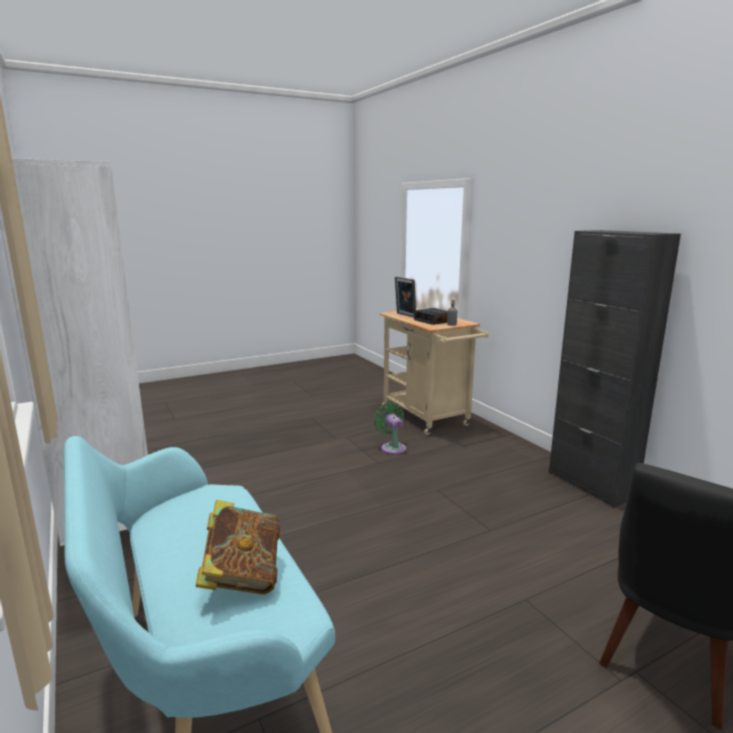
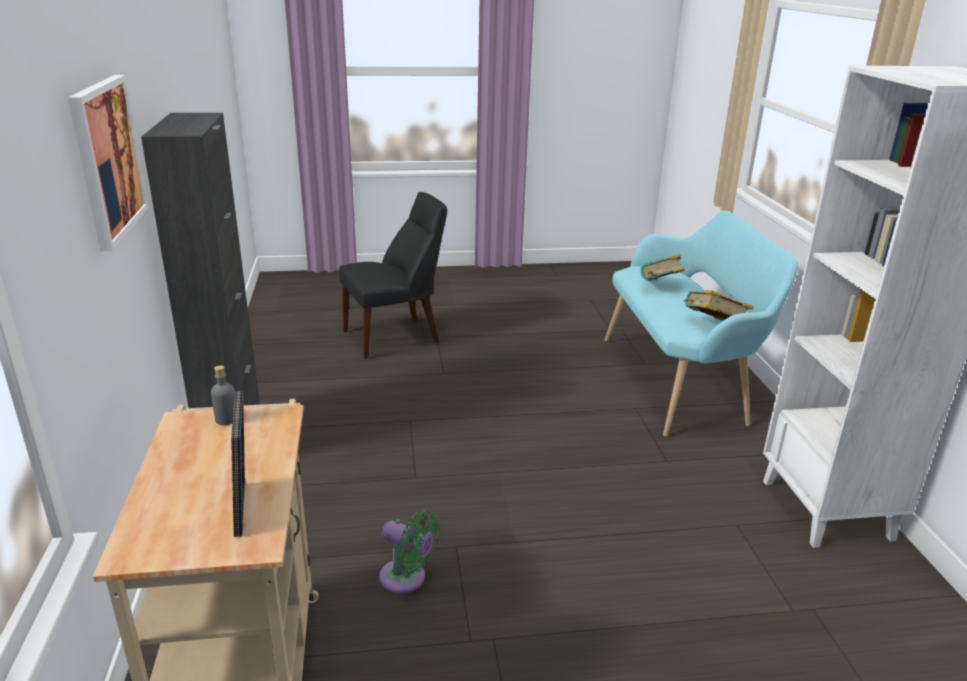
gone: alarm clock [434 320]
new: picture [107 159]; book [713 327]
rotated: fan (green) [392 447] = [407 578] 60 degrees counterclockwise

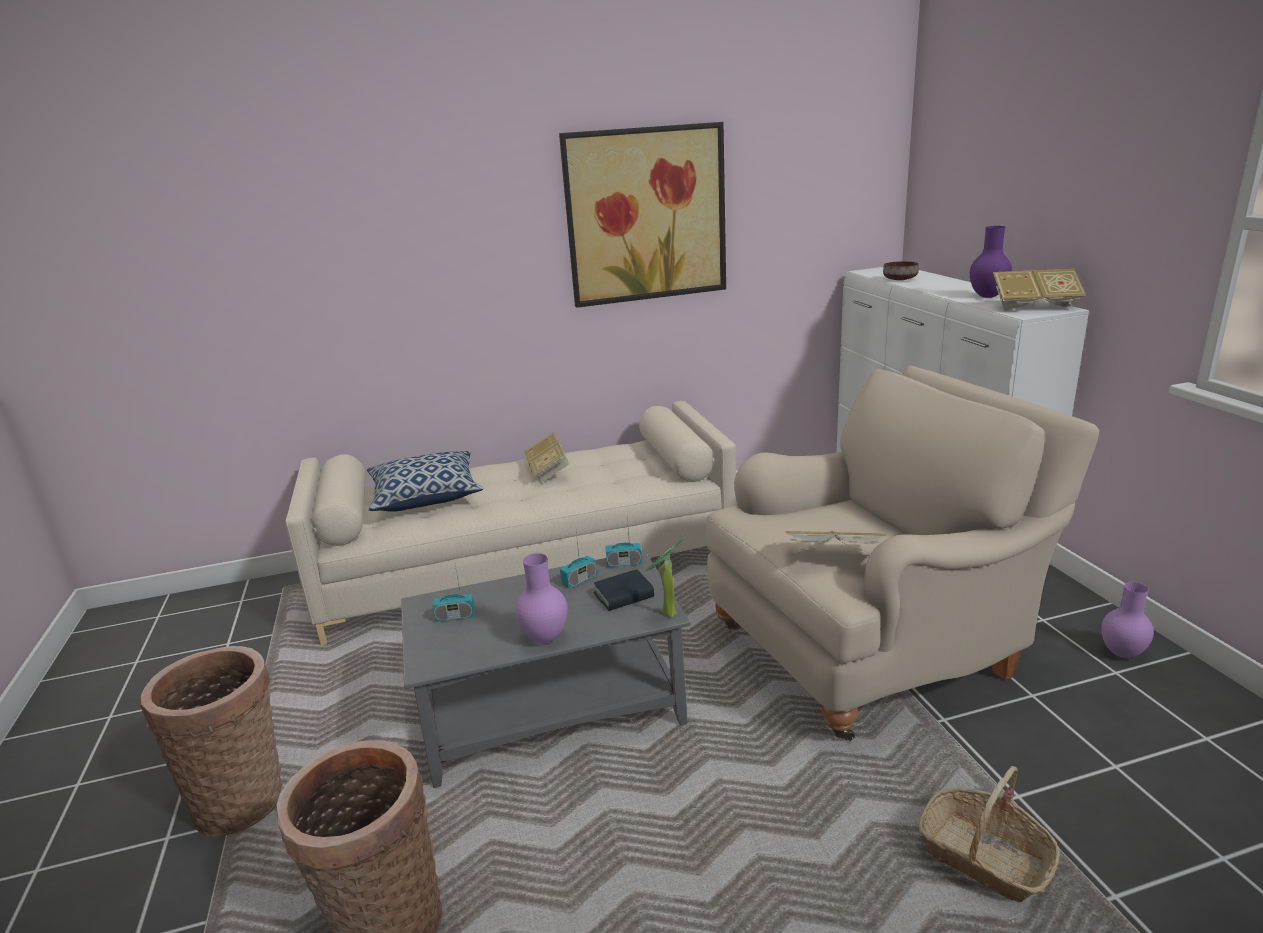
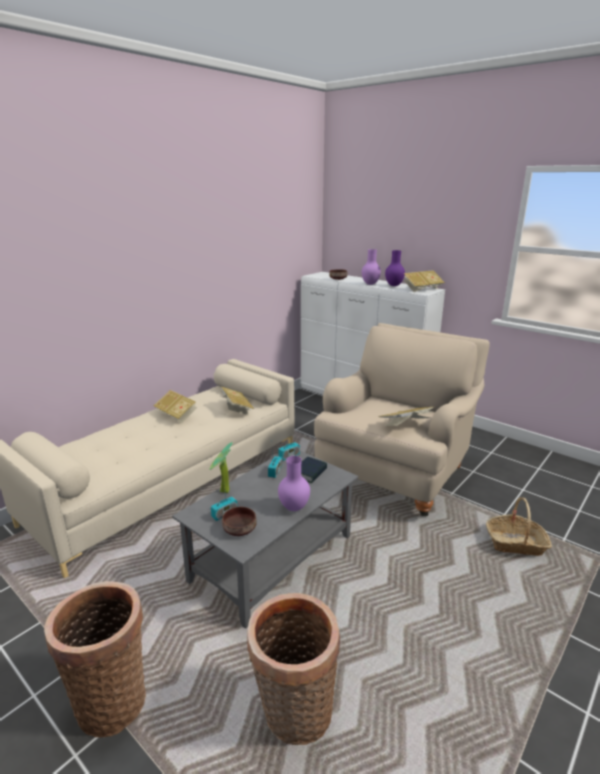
gone: pillow [426 496]; picture [646 215]
new: book [236 409]; bowl (brown) [240 529]
shifted: potted plant [665 615] to [223 492]; vase (purple) [1122 653] to [370 284]

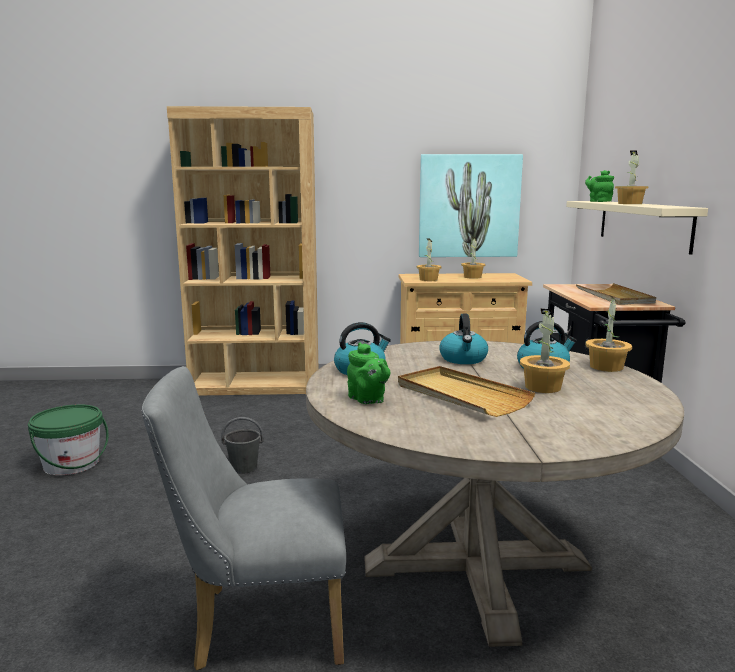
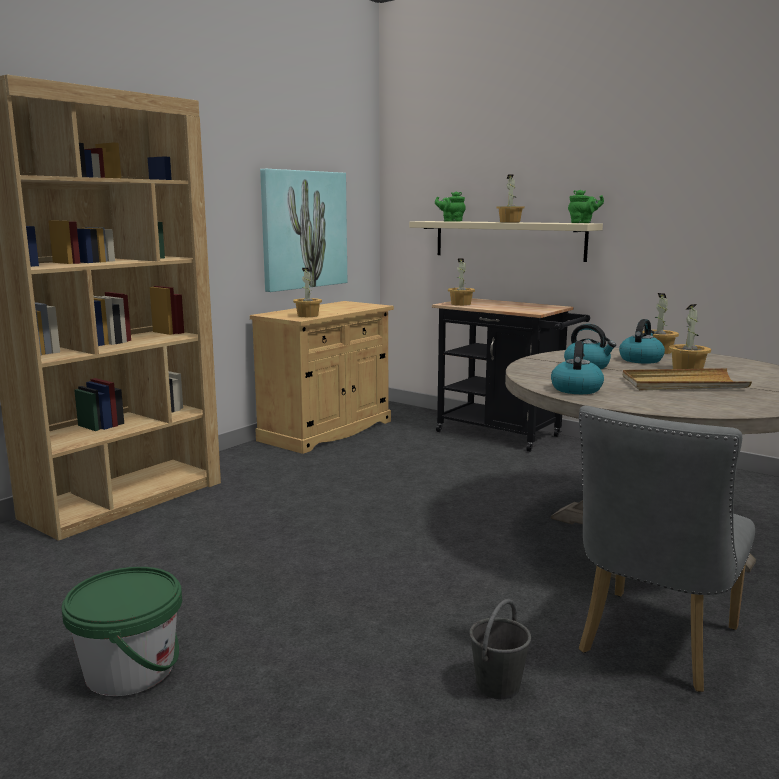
gone: tray (beige) [614 297]
shifted: bucket (grey) [243 468] to [497 686]; teapot (green) [368 400] to [583 223]; potted plant [472 277] to [460 304]

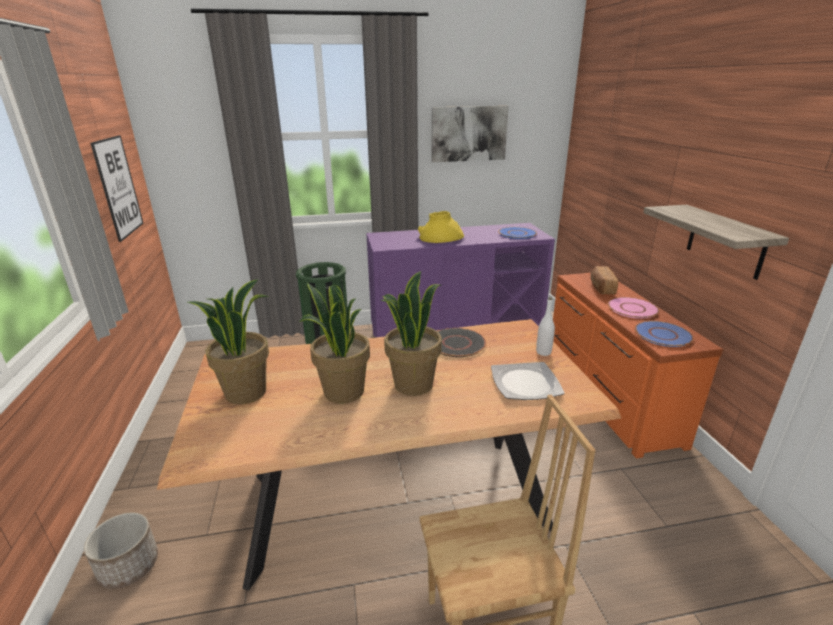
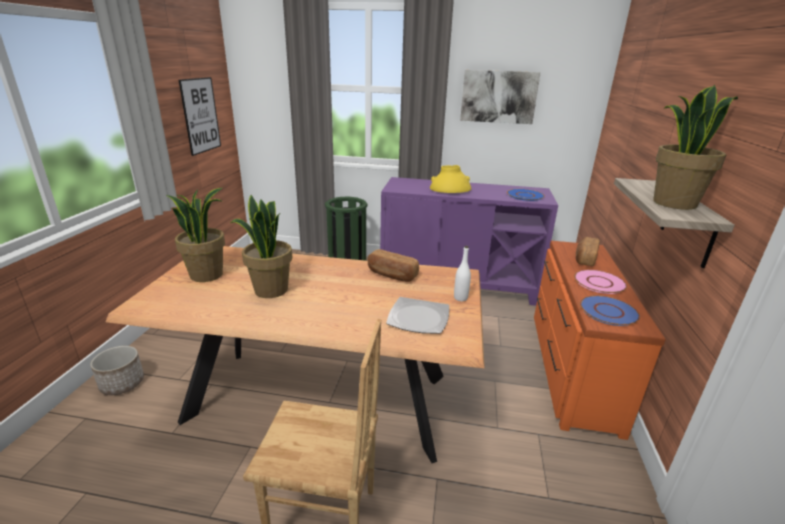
shifted: potted plant [413 384] to [673 203]
swapped: plate (black) [456 343] to bread [391 275]

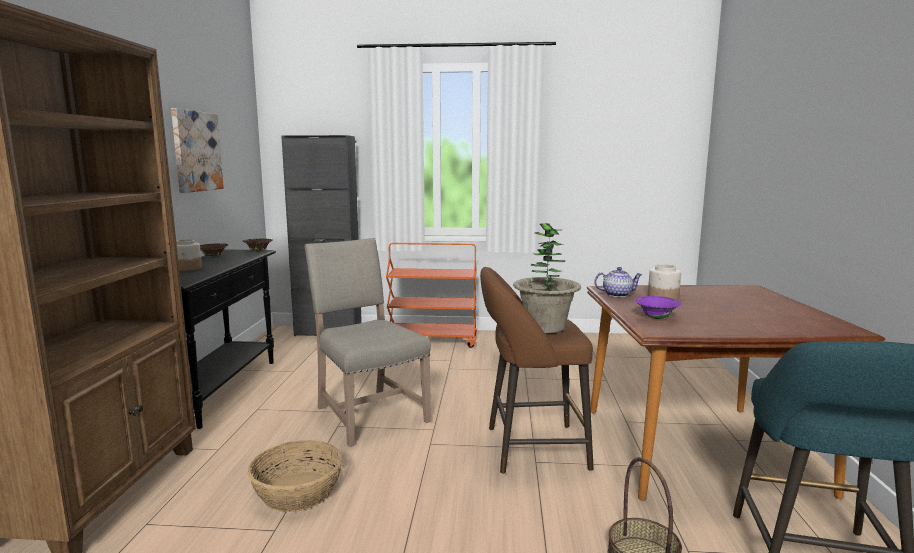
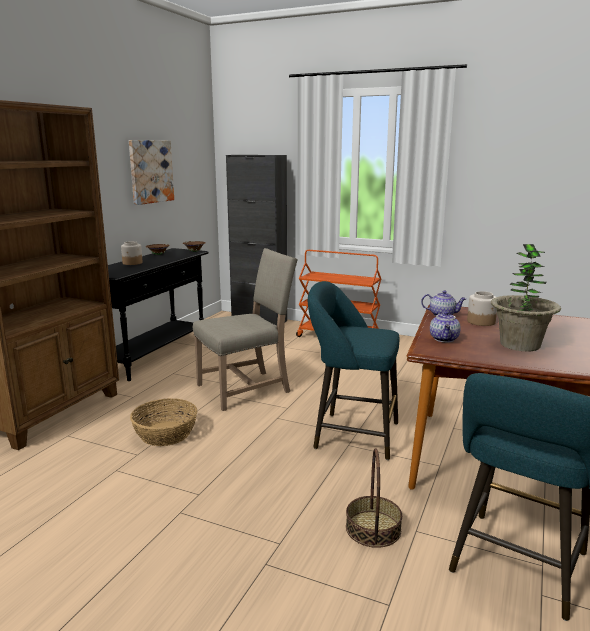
shifted: potted plant [545 327] to [520 345]
swapped: bowl (purple) [656 318] to teapot [444 339]
repainted: stool (brown) [530 449] to stool (turquoise) [351 435]
rotated: chair (beige) [367 414] = [246 388] 75 degrees clockwise

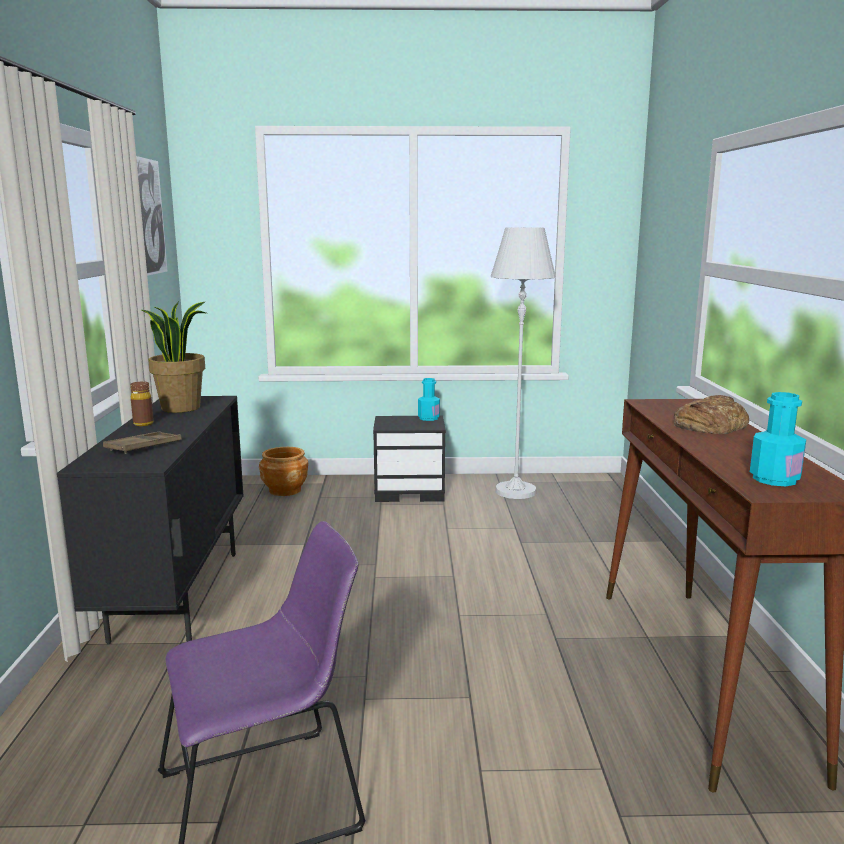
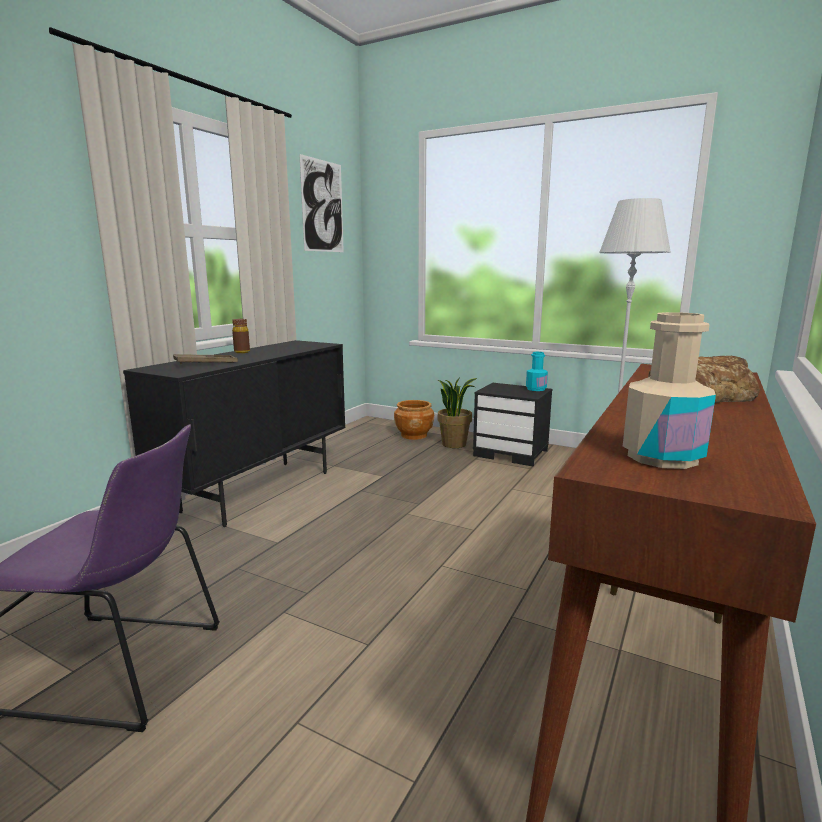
shifted: potted plant [181 408] to [454 444]
repainted: bottle (turquoise) [774 479] to bottle (beige) [662 457]

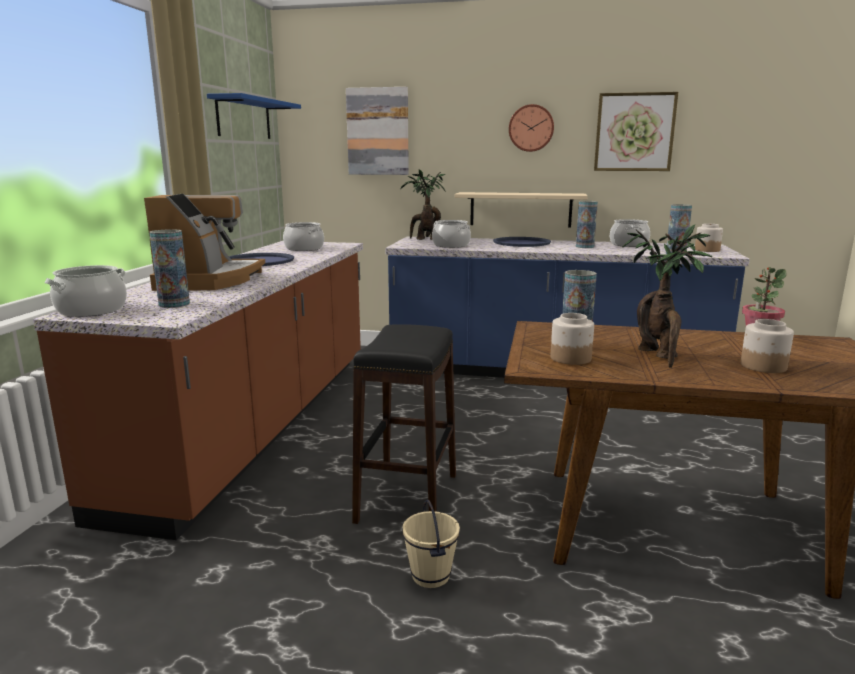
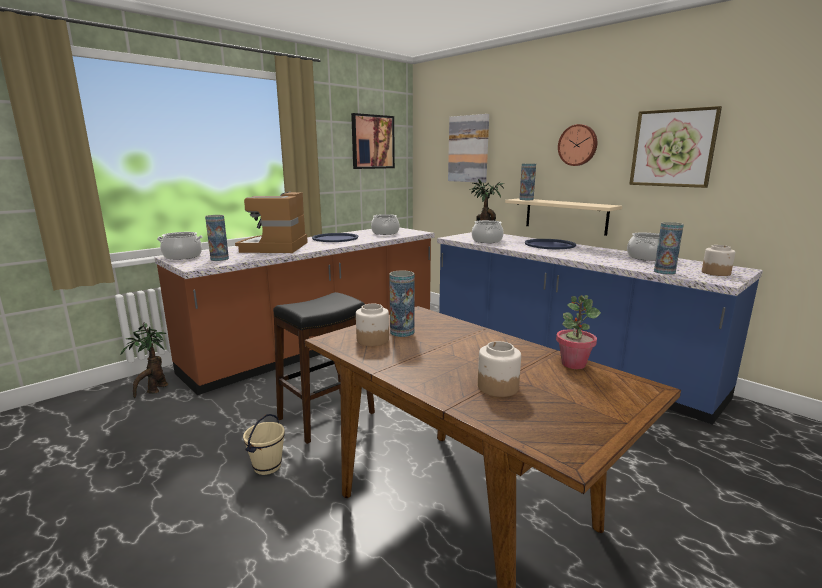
shifted: vase [584 247] to [526 199]; potted plant [658 356] to [154 390]
swapped: shelf (blue) [244 118] to picture [372 142]
rotated: coffee machine [209 280] = [275 247] 150 degrees clockwise

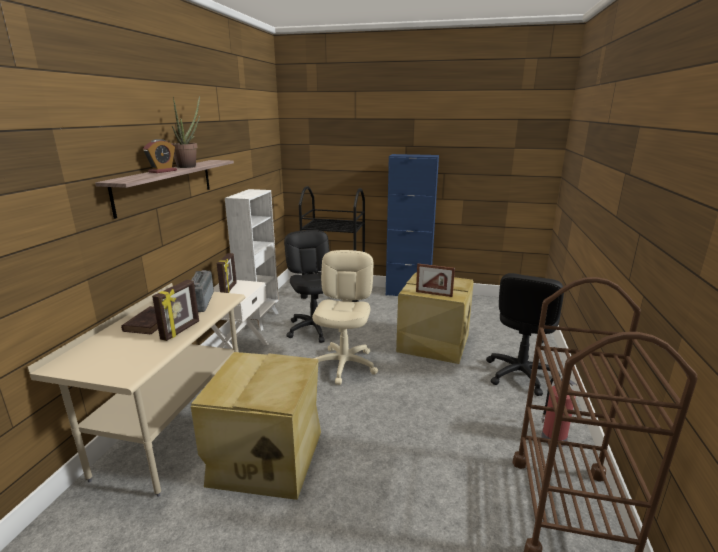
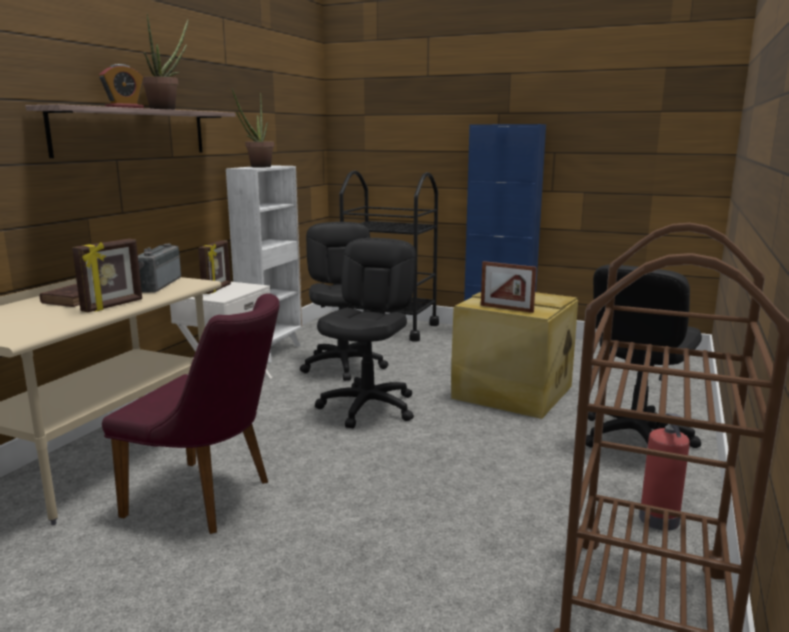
new: potted plant [257 167]
swapped: storage box (beige) [265 458] to chair (purple) [210 499]
repainted: office chair (beige) [344 365] to office chair (black) [368 407]

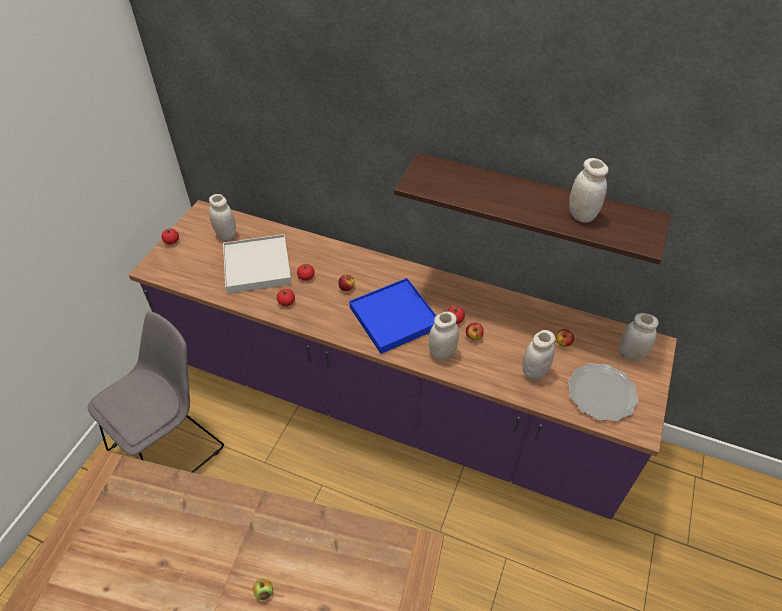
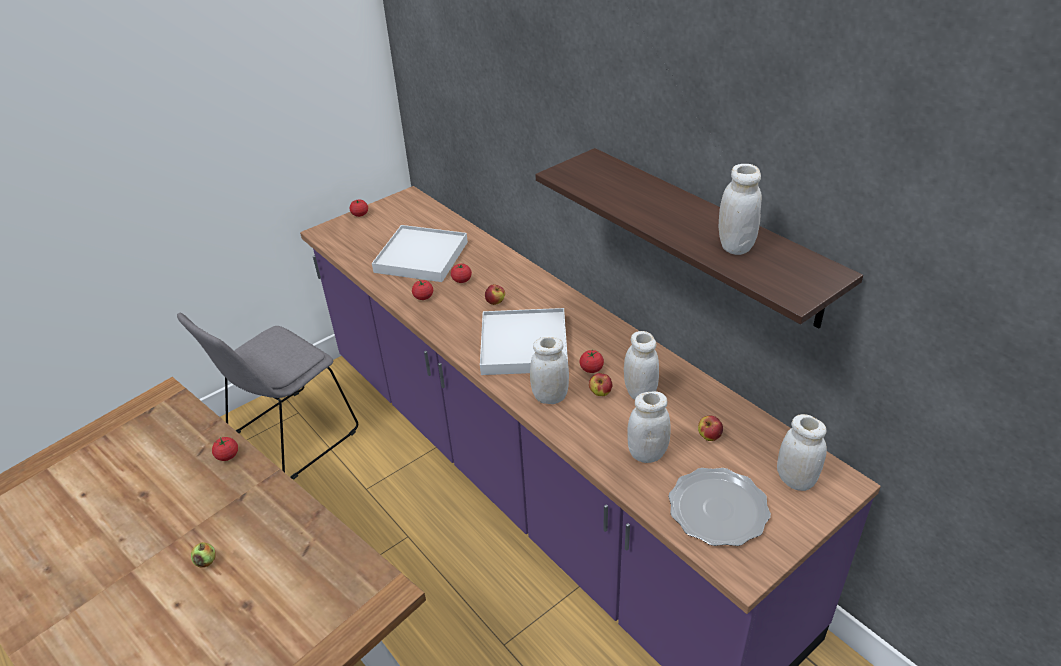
new: tomato [227 456]
shifted: jar (white) [226 235] to [640 393]
repainted: tray (blue) [394 317] to tray (white) [524 345]
rotated: chair (grey) [170 445] = [289 436] 150 degrees clockwise

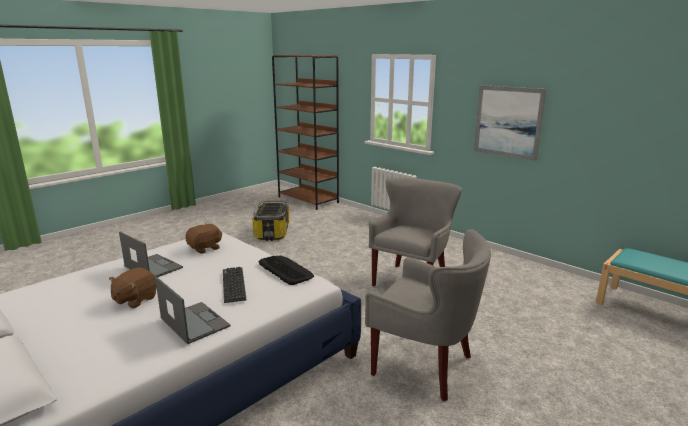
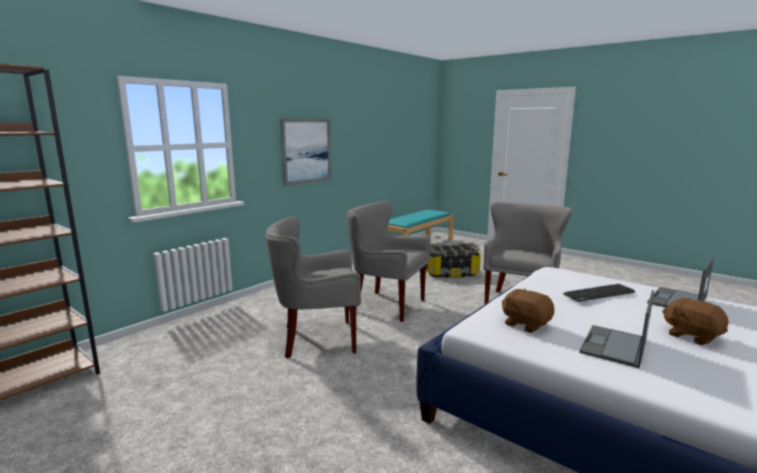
gone: keyboard [285 270]
new: armchair (grey) [317 339]
shifted: storage box [272 232] to [451 273]
rotated: plush toy (brown) [135 300] = [692 336] 150 degrees counterclockwise

